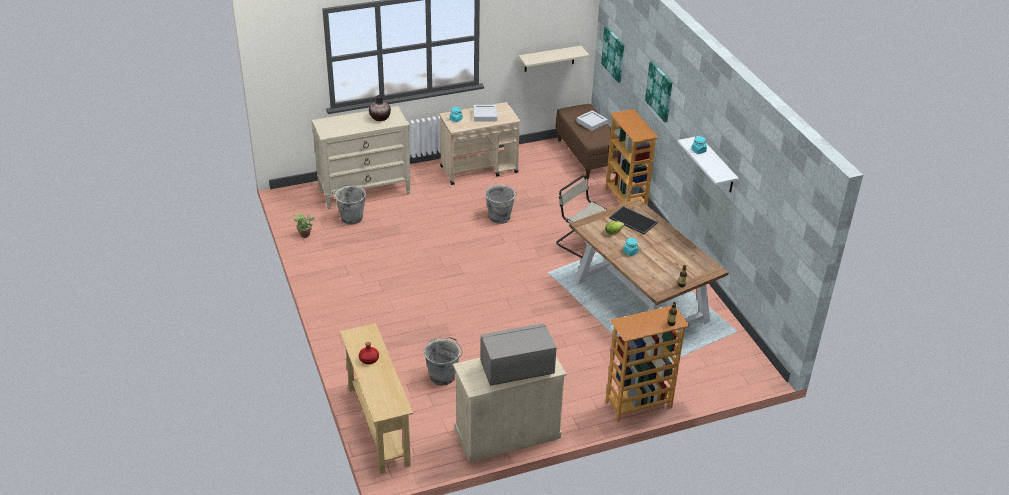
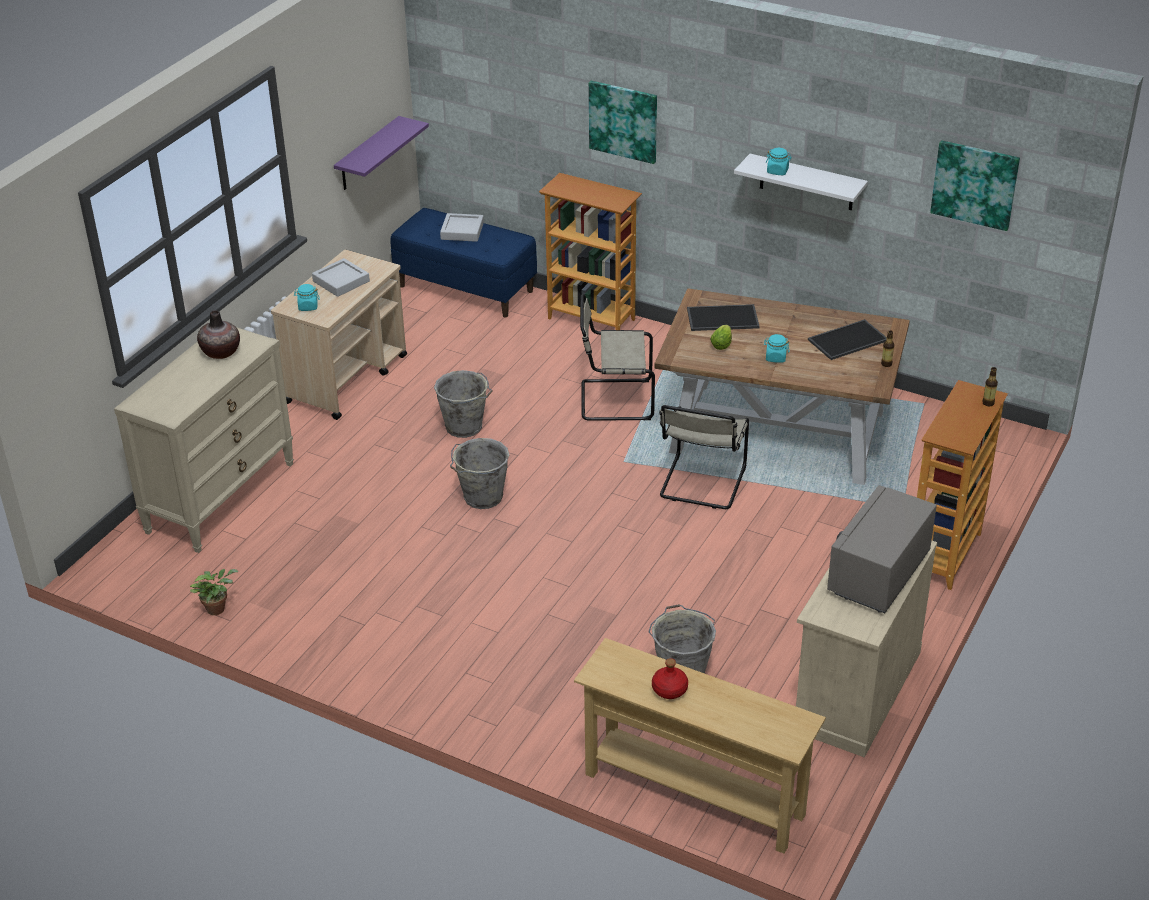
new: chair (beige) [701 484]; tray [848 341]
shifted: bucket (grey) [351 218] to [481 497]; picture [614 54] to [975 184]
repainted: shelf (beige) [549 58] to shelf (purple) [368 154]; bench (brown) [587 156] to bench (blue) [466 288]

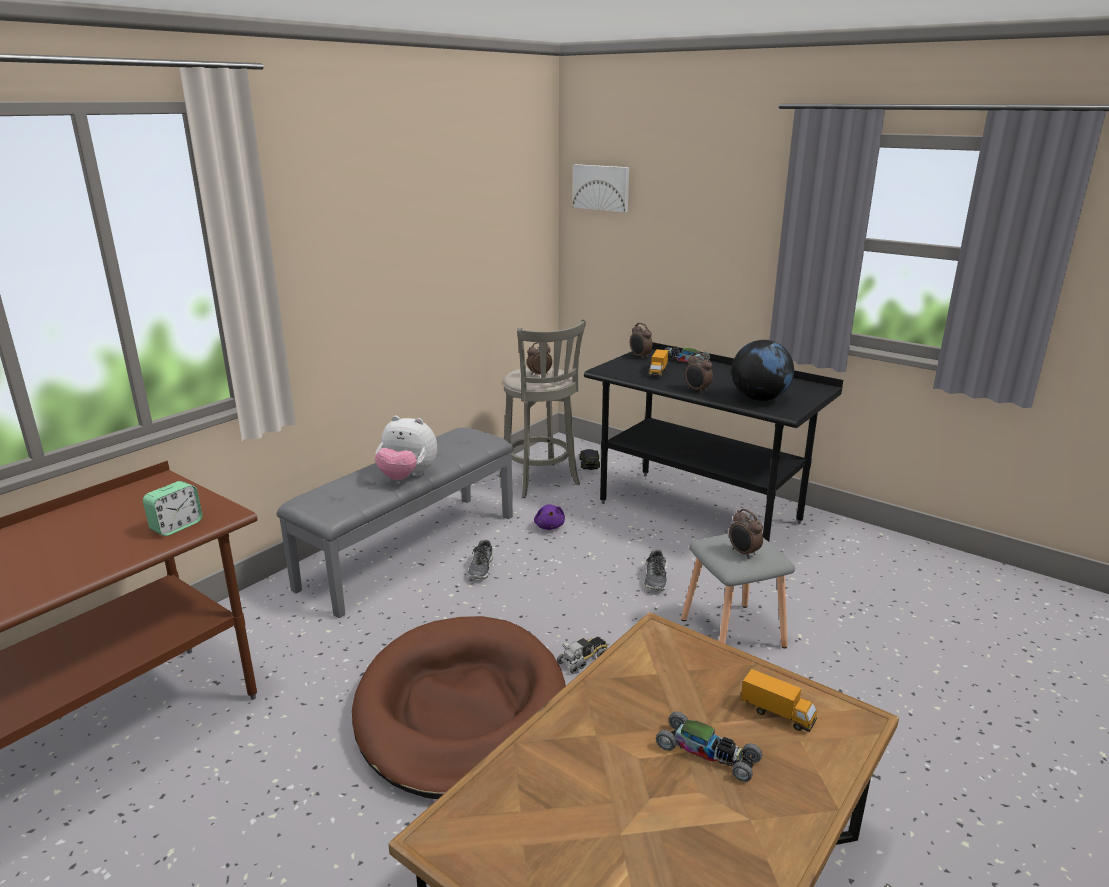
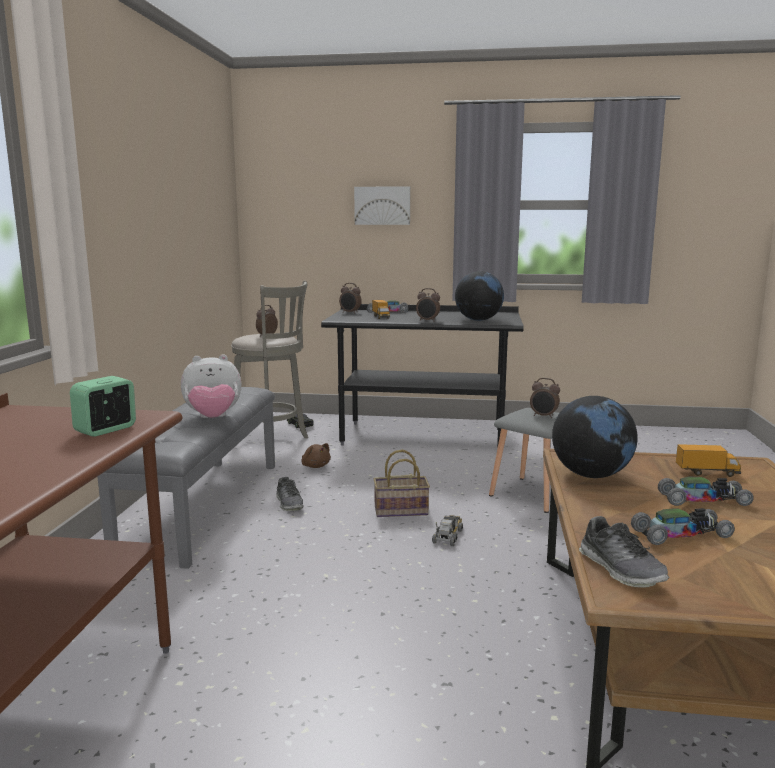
gone: dog bed (brown) [461 710]
new: basket [399 511]; globe [591 475]; toy car [681 534]
shifted: picture [601 187] to [382 205]; shoe [655 580] to [621 569]
repainted: plush toy (purple) [549 526] to plush toy (brown) [315 466]
rotated: alarm clock [177 526] = [106 430] 150 degrees counterclockwise

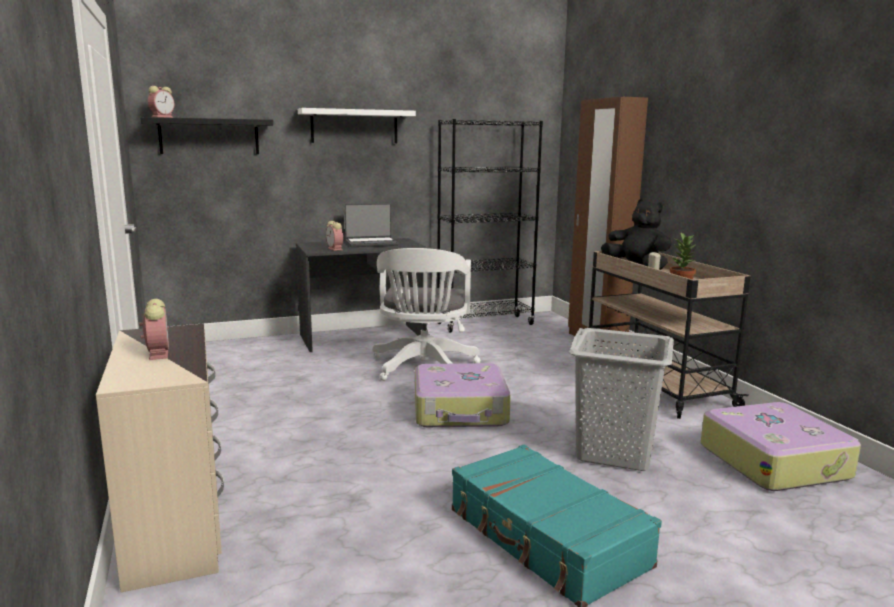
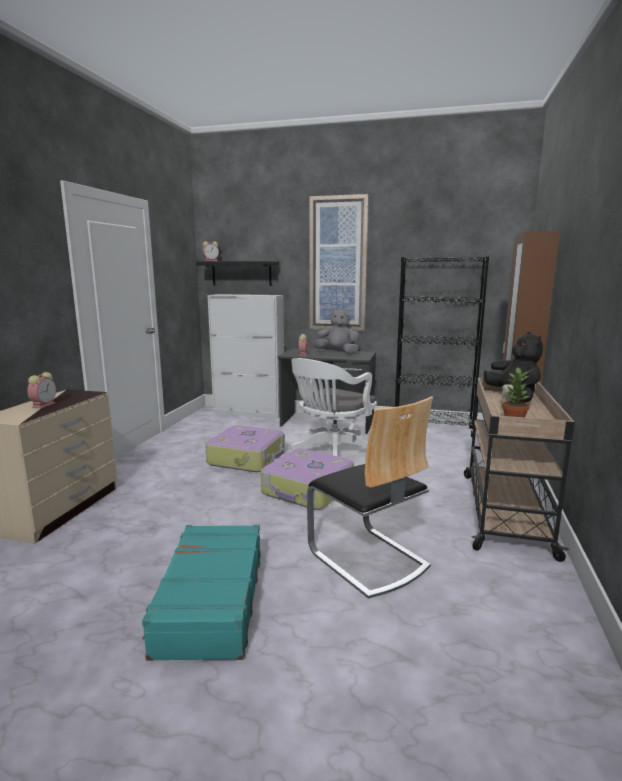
new: cabinet (white) [249 413]
shifted: suitcase [774 461] to [247 458]
swapped: shelf (white) [354 126] to picture [338 264]; laptop [371 243] to plush toy (grey) [337 353]; laundry basket (grey) [614 452] to chair [367 559]

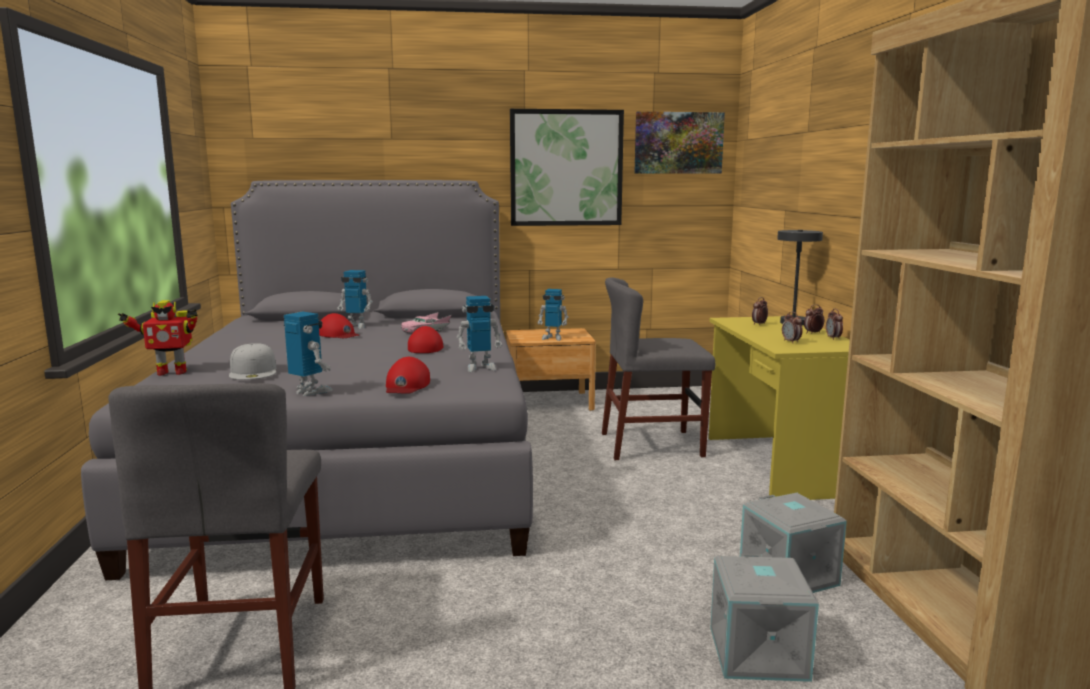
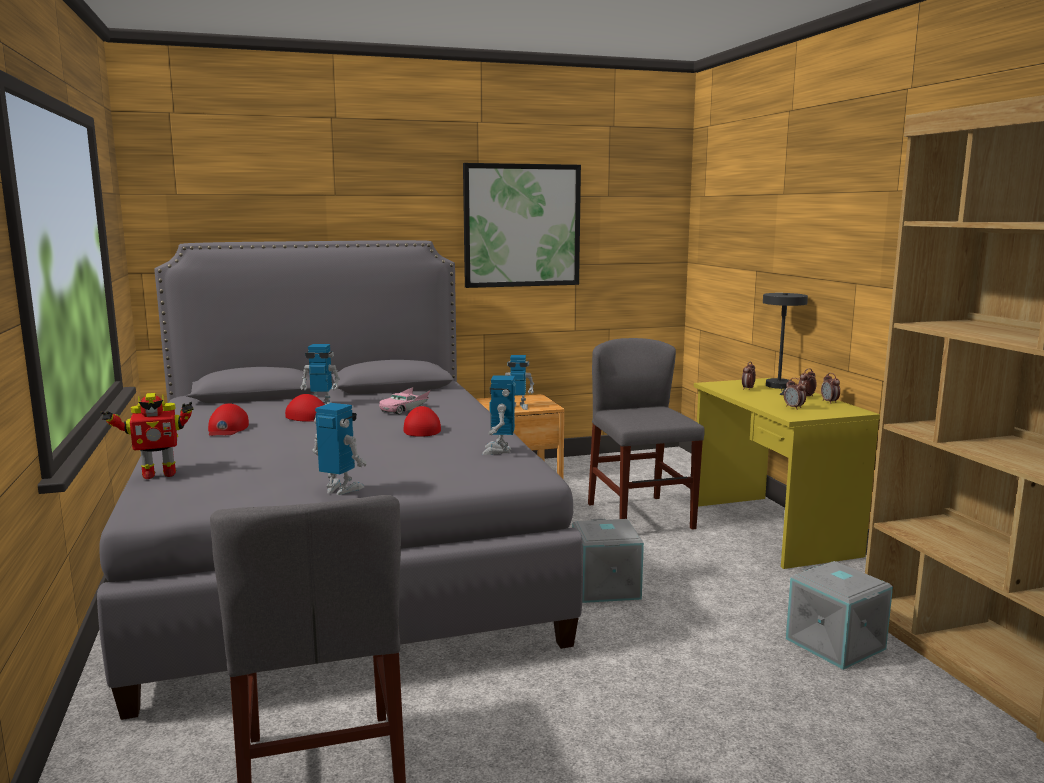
gone: cap (white) [254 371]; picture [678 143]
shifted: cap (red) [406 385] to [227 429]; storage box (grey) [760 653] to [607 587]
rotated: toy robot [480 367] = [499 450] 120 degrees clockwise; chair (grey) [651 445] = [640 516] 90 degrees clockwise

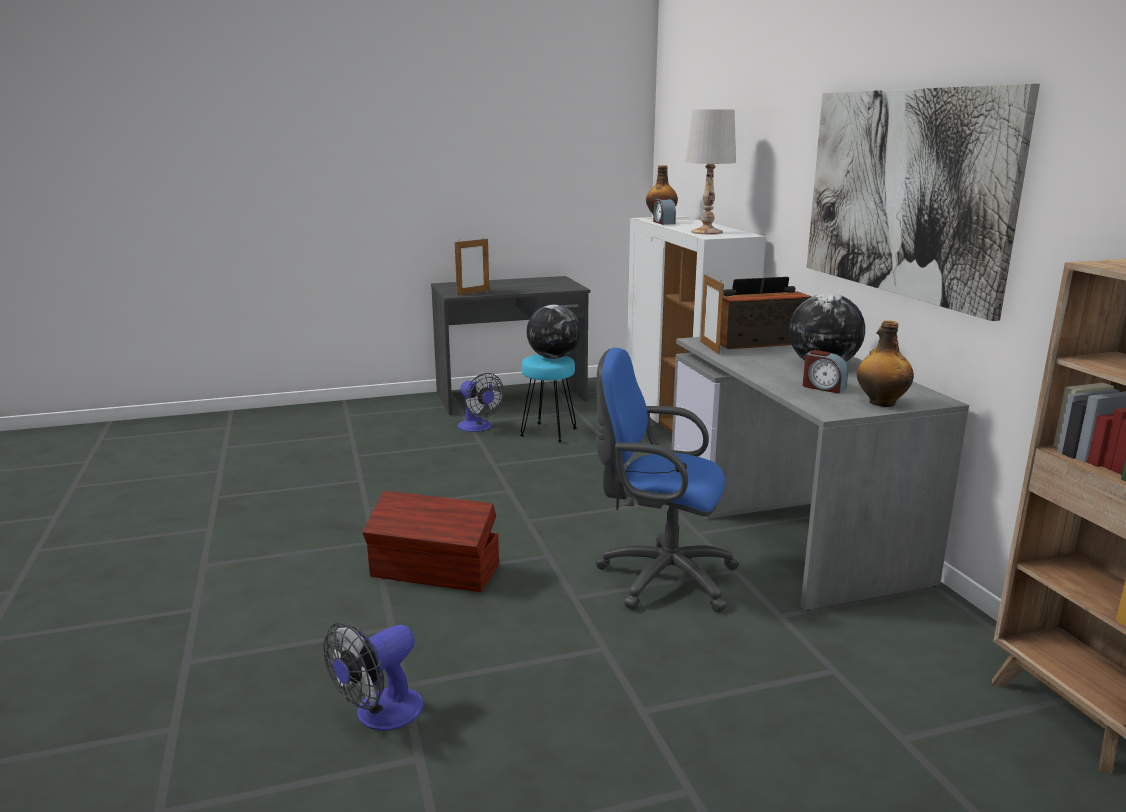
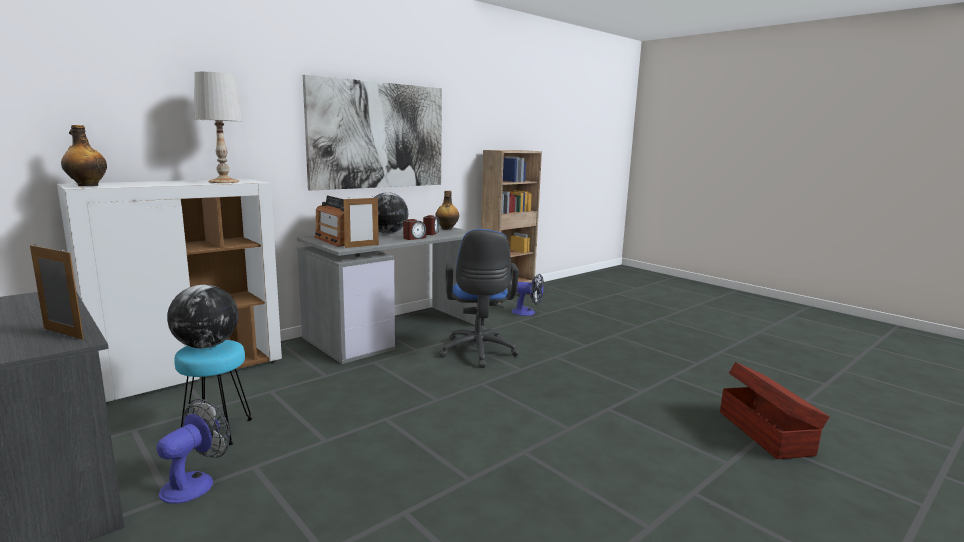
shifted: fan [379 715] to [527 312]; storage box (brown) [435 572] to [765 432]; alarm clock [663 222] to [414 238]

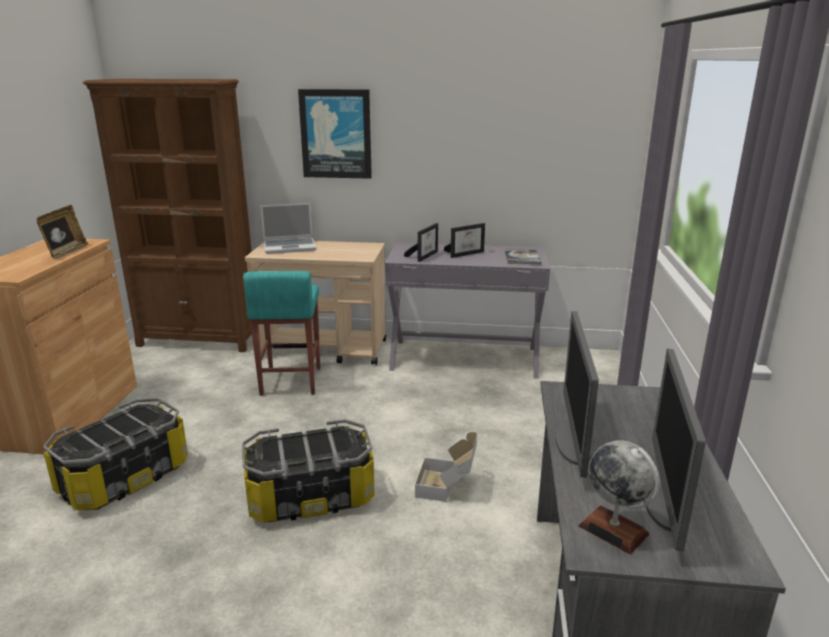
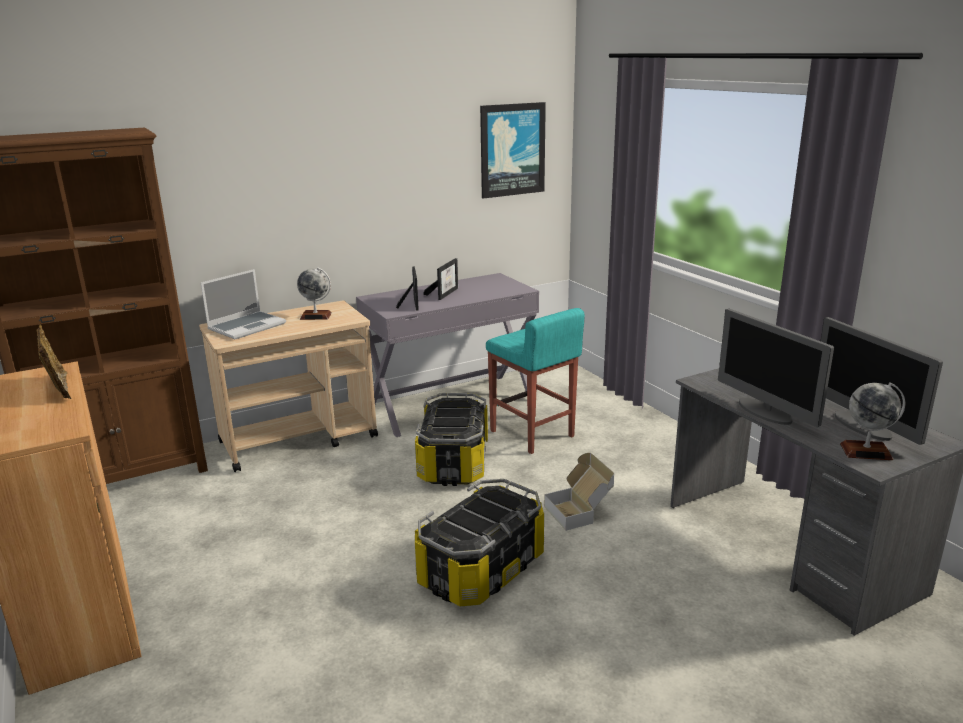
gone: book [522 258]
new: globe [316 316]
shifted: storage box [124 478] to [453 462]; stool (turquoise) [290 381] to [532 434]; picture [336 134] to [512 150]

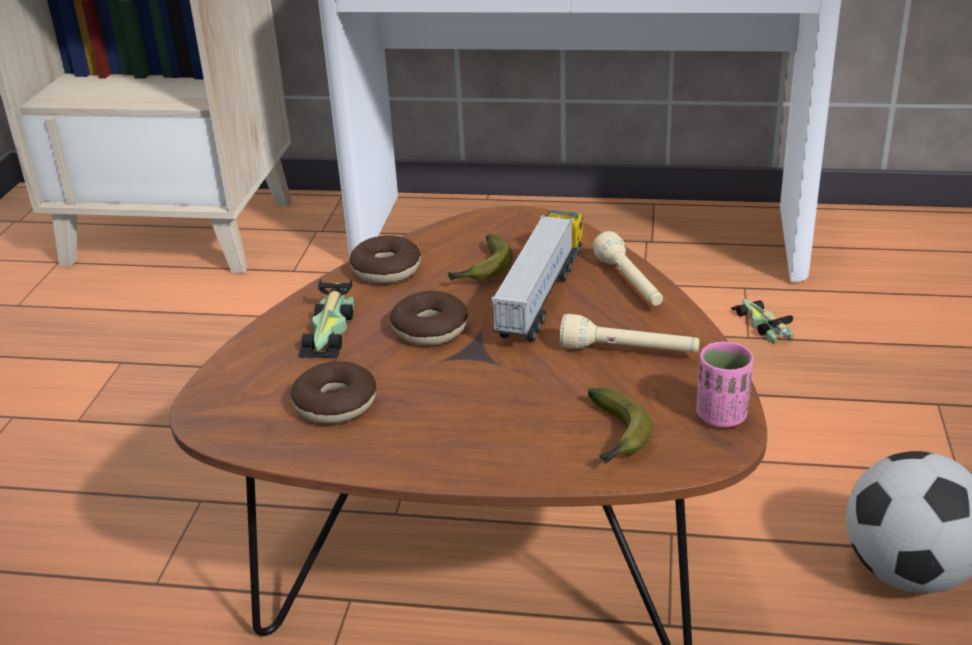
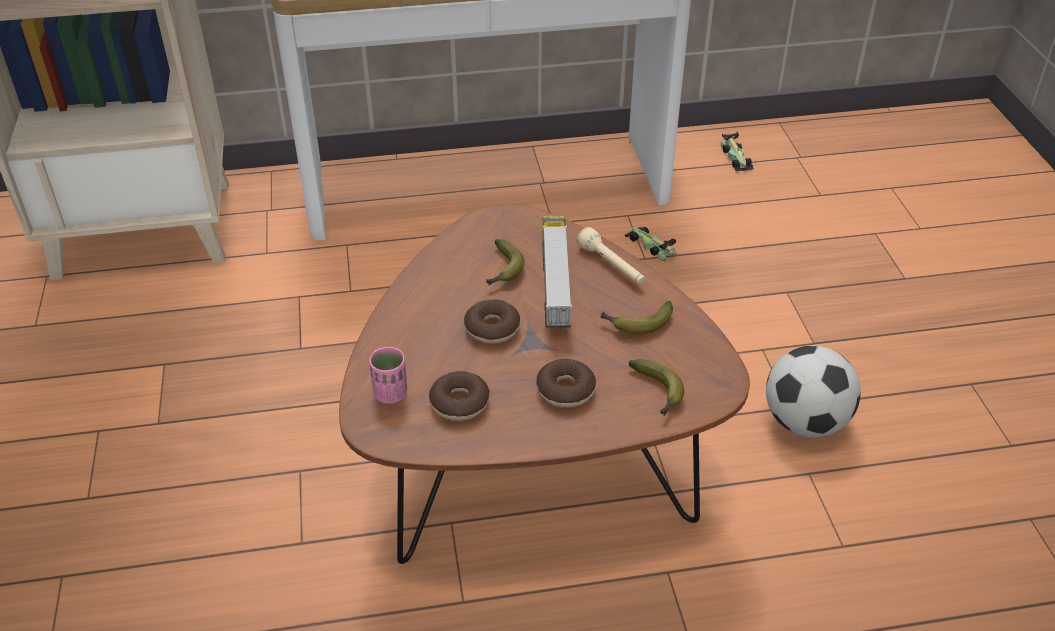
shifted: toy car [330 328] to [735 156]; donut [386 270] to [565 390]; cup (pink) [721 416] to [390 394]
swapped: flashlight (beige) [629 352] to banana [636 324]

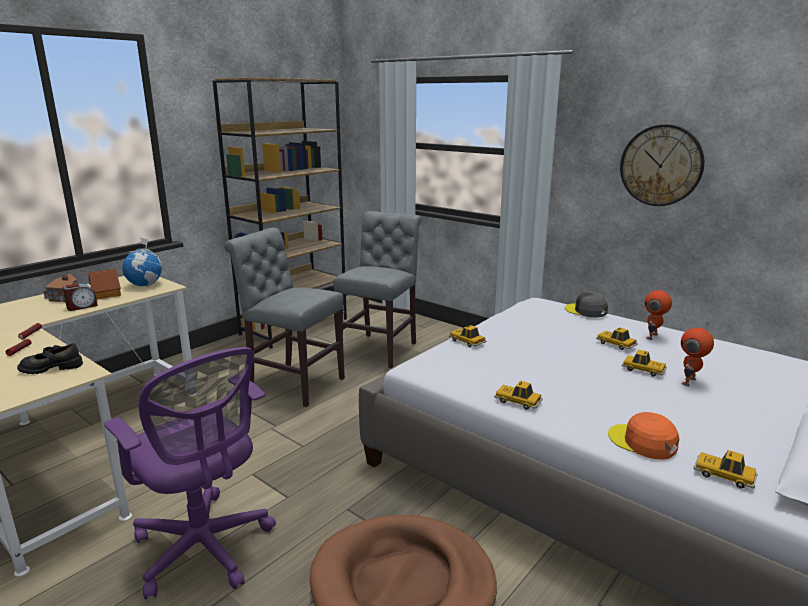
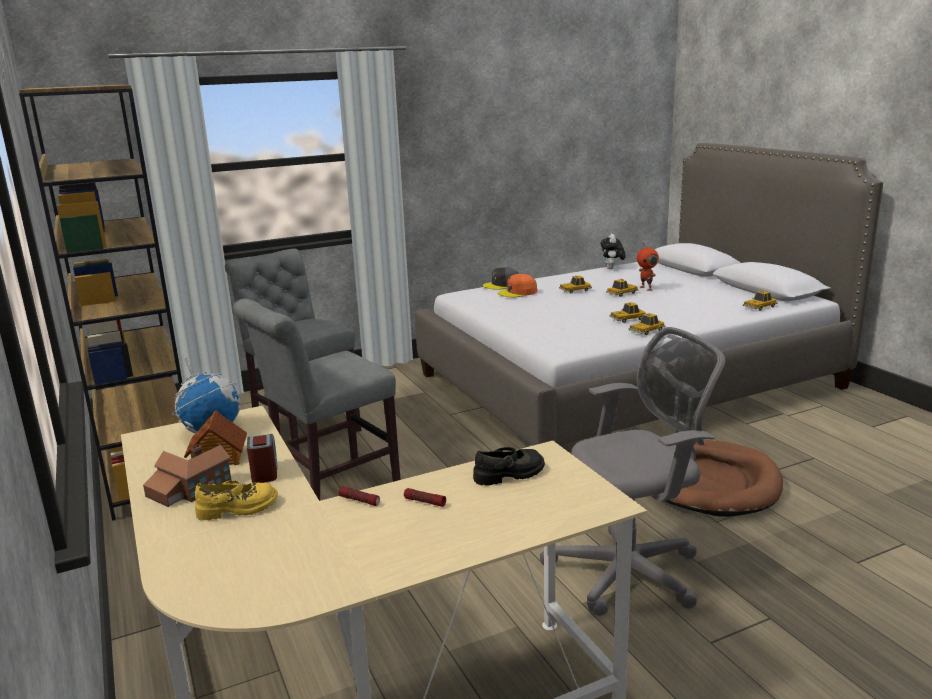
gone: wall clock [661 165]; toy robot [653 337]
new: shoe (yellow) [238 509]; plush toy [612 268]
shifted: toy car [467 341] to [628 319]; cap (orange) [642 442] to [518 292]
repainted: office chair (purple) [205 550] to office chair (grey) [632 571]
rotated: shoe (black) [51 367] = [510 474] 120 degrees counterclockwise

